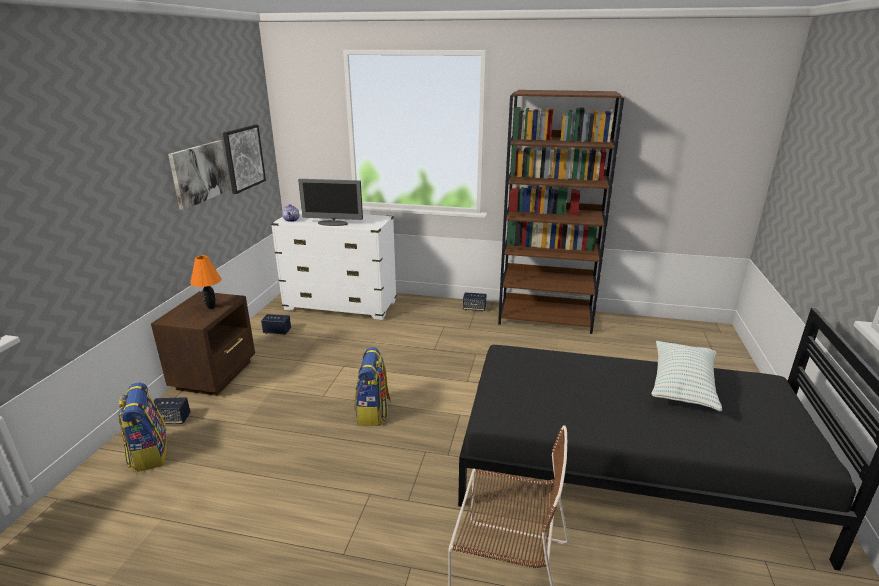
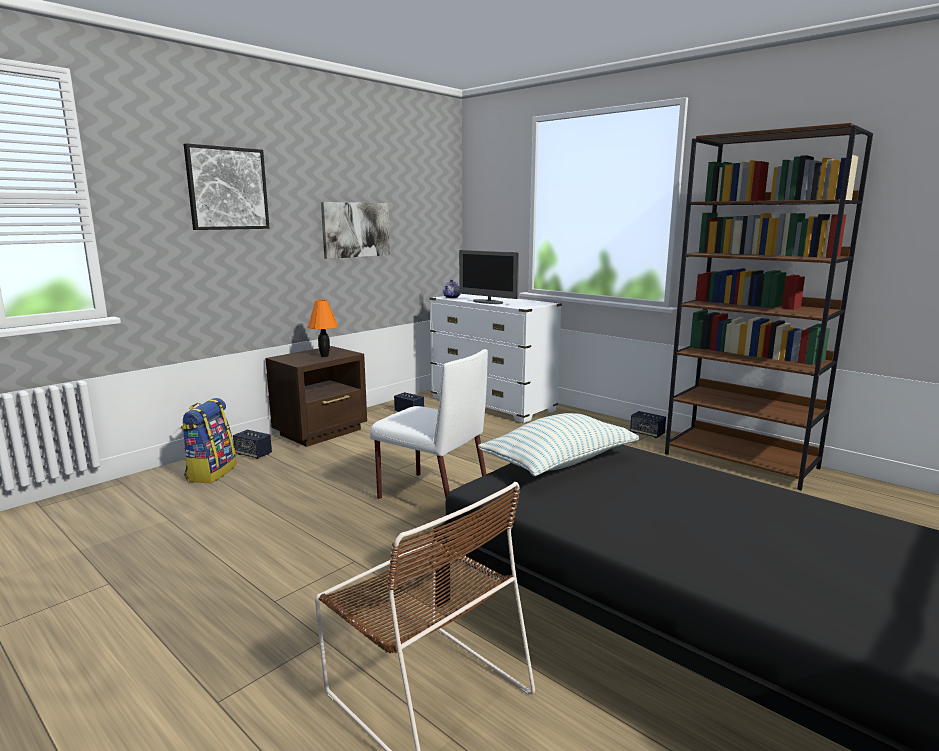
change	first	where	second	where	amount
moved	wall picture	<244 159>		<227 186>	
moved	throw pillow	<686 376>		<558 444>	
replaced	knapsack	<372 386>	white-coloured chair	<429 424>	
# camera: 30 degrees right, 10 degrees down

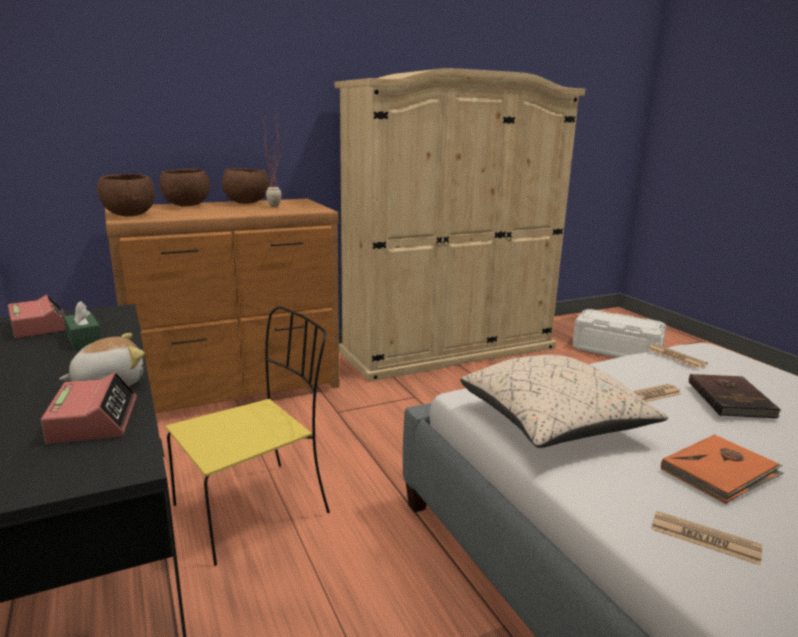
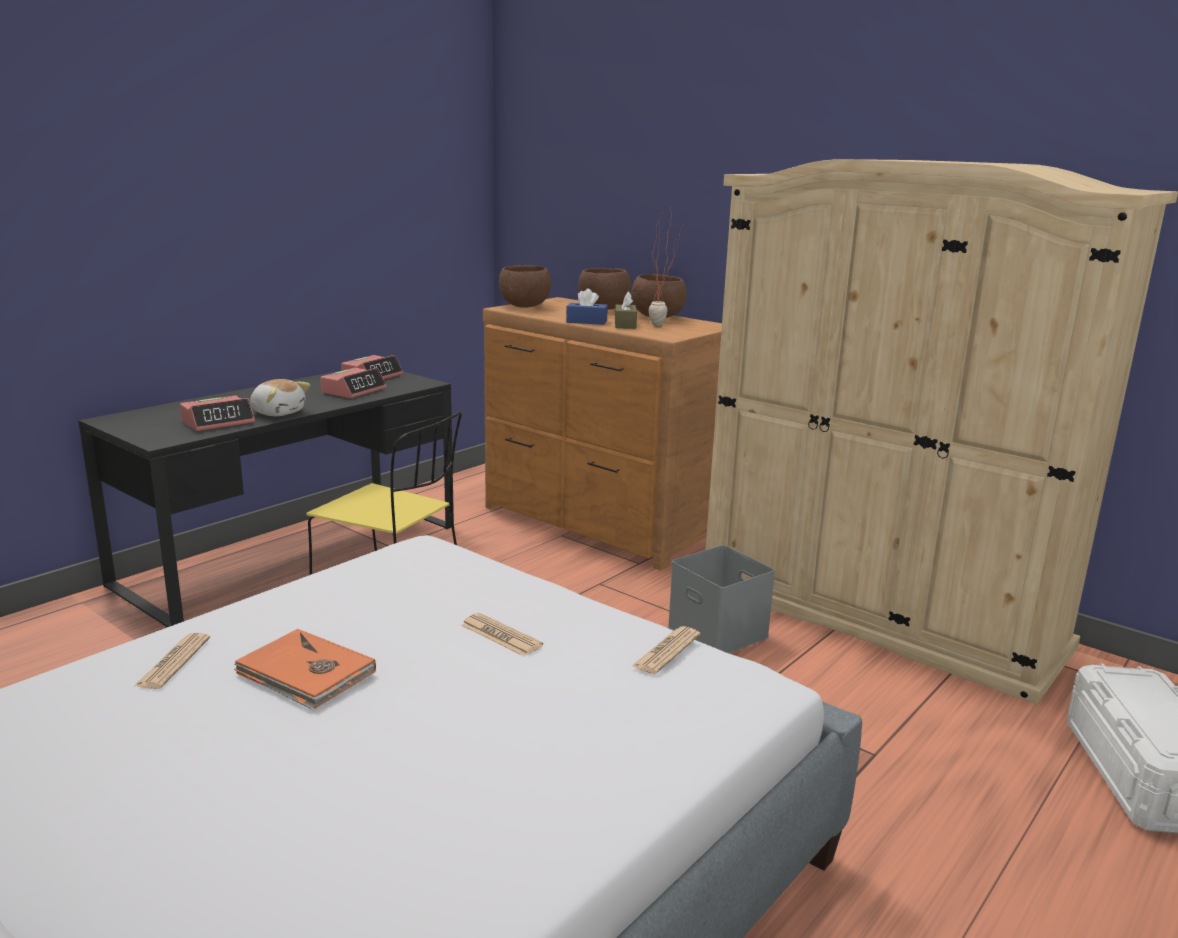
change	first	where	second	where	amount
removed	sand-coloured throw pillow	<564 401>			
removed	brownish book	<735 396>			
added			blue tissue holder	<587 307>	
added			brownish tissue holder	<626 310>	
added			grey storage container	<721 599>	
replaced	green tissue holder	<83 325>	alarm clock	<353 383>	
# camera: 65 degrees right, 0 degrees up

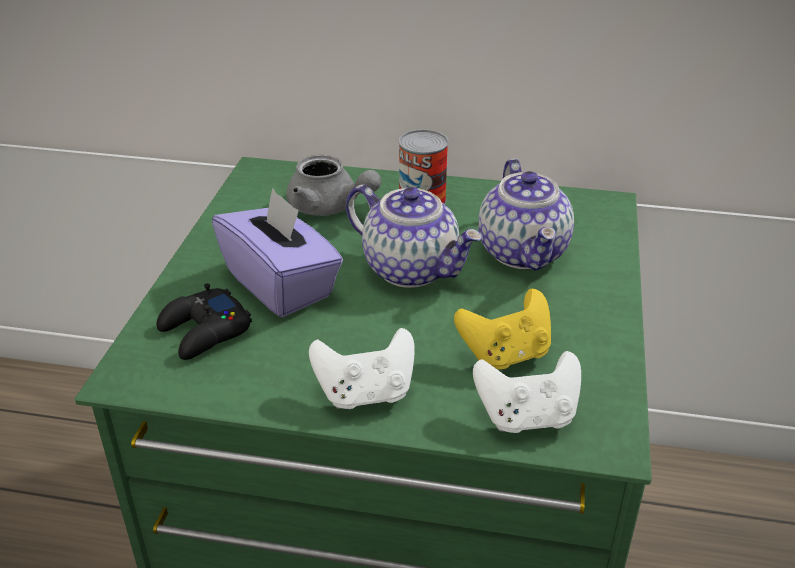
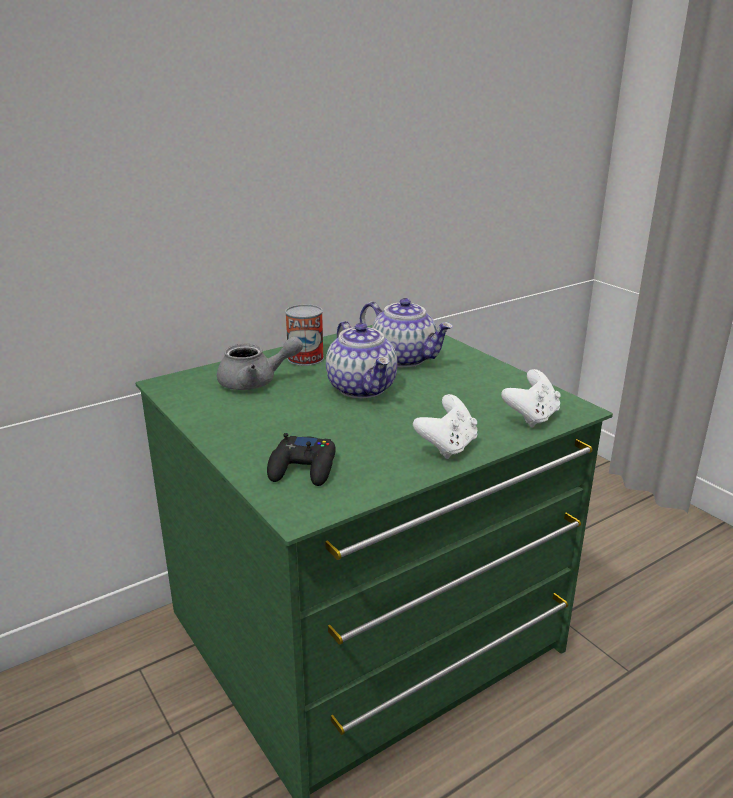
change	first	where	second	where	amount
removed	purple tissue holder	<277 252>			
removed	yellow game controller	<502 329>			
turned	teapot	<414 236>		<361 359>	75 degrees clockwise
# camera: 45 degrees left, 10 degrees down

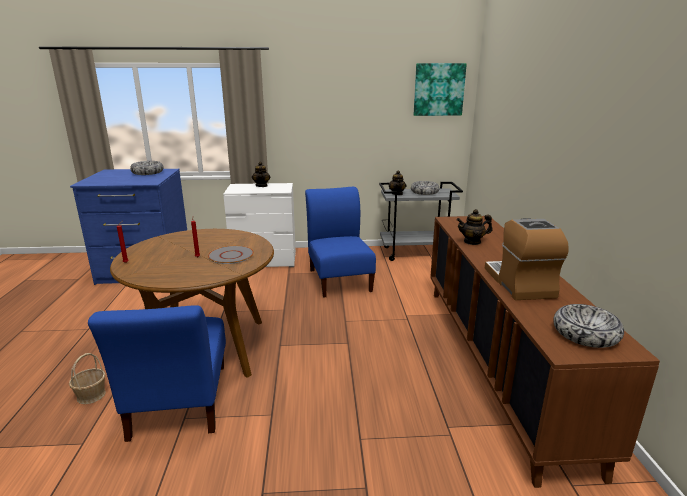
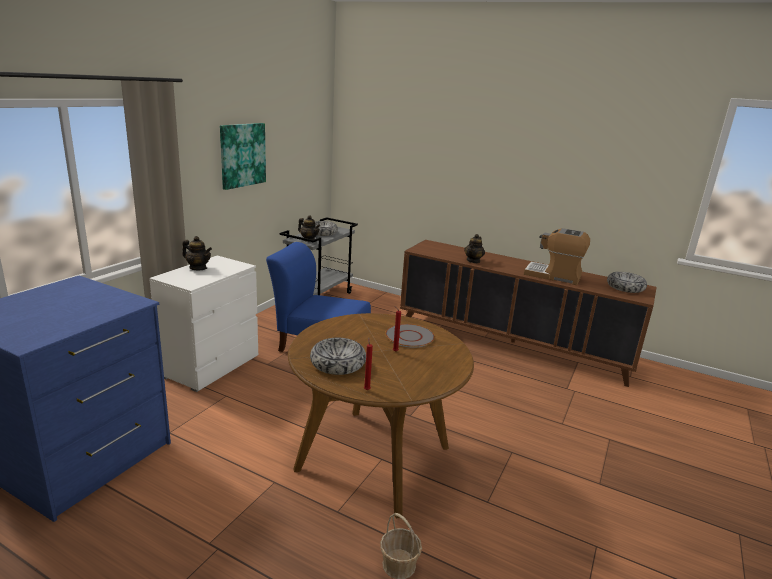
change	first	where	second	where	amount
removed	blue chair	<157 373>			
moved	bowl	<147 168>		<338 356>	
moved	wall picture	<440 89>		<243 156>	
# camera: 60 degrees left, 0 degrees up

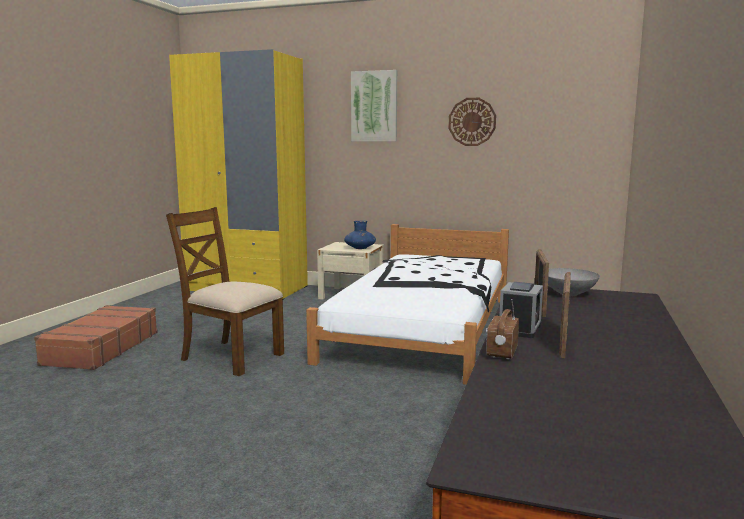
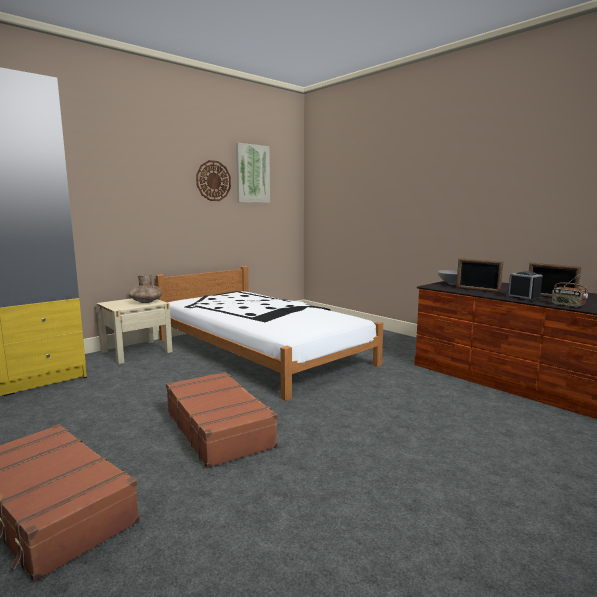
change	first	where	second	where	amount
moved	wall picture	<374 106>		<253 173>	
replaced	brownish chair	<225 291>	brownish suitcase	<222 420>	
recoloured	blue flower vase	<360 235>	brownish flower vase	<145 288>	
# camera: 60 degrees left, 0 degrees up

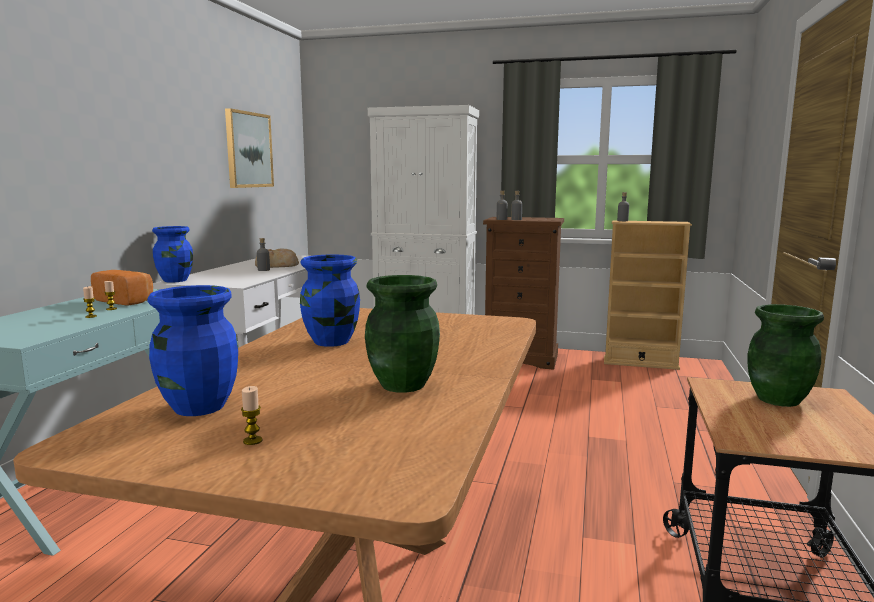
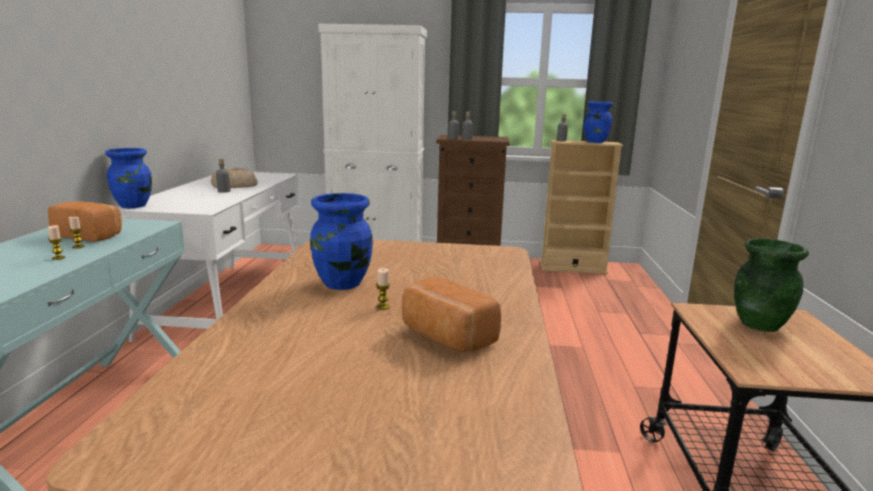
change	first	where	second	where	amount
removed	wall picture	<249 148>			
moved	blue flower vase	<193 350>		<598 122>	
moved	wax light	<252 415>		<383 289>	
replaced	green flower vase	<402 334>	bread	<451 315>	
# camera: 10 degrees left, 5 degrees up

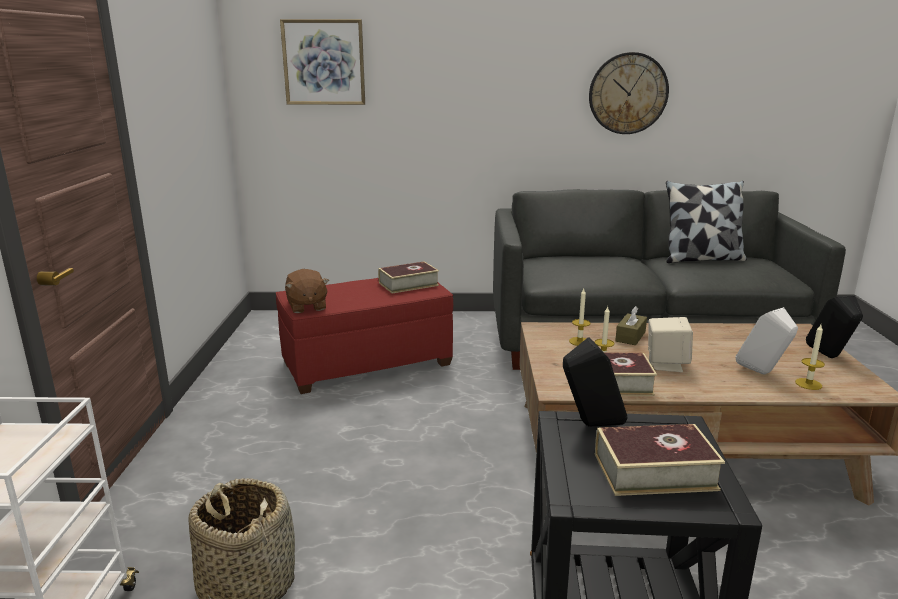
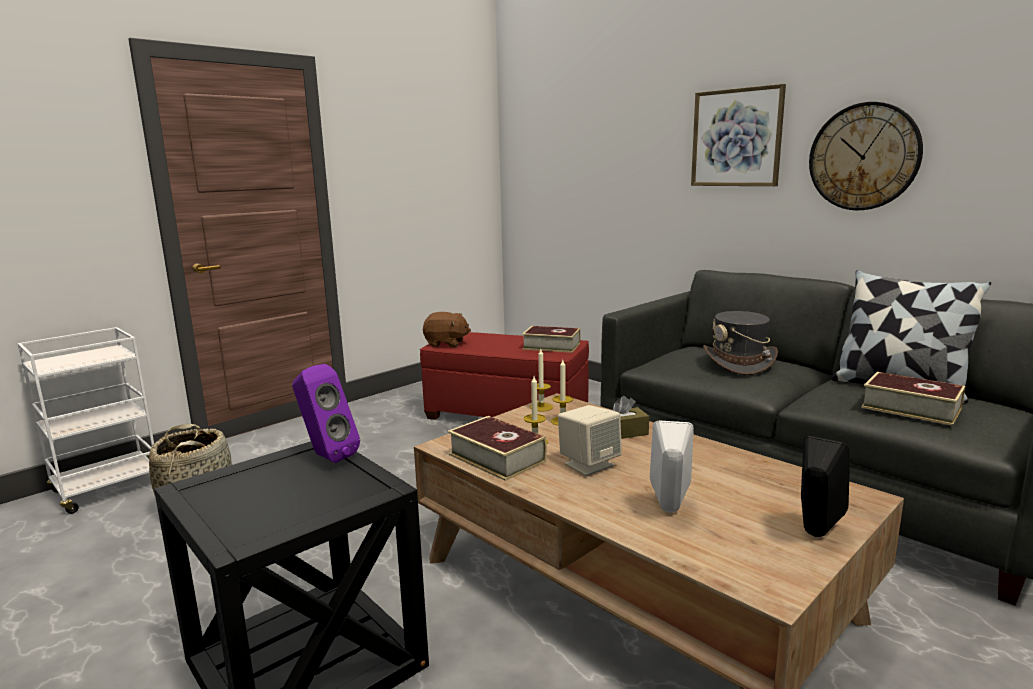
change	first	where	second	where	amount
added			grey clothing hat	<740 343>	
moved	wall picture	<322 62>		<738 135>	
moved	book	<660 460>		<913 399>	
moved	wax light	<810 357>		<541 380>	
recoloured	black speaker	<595 382>	purple speaker	<326 413>	
turned	brownish soft toy	<307 291>		<447 329>	105 degrees counterclockwise
# camera: 45 degrees right, 5 degrees down

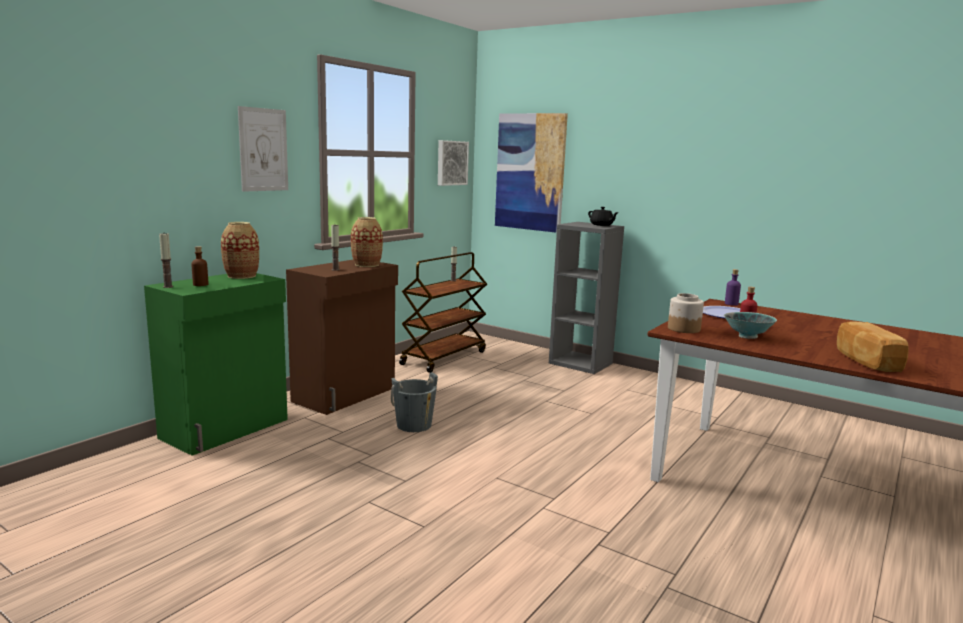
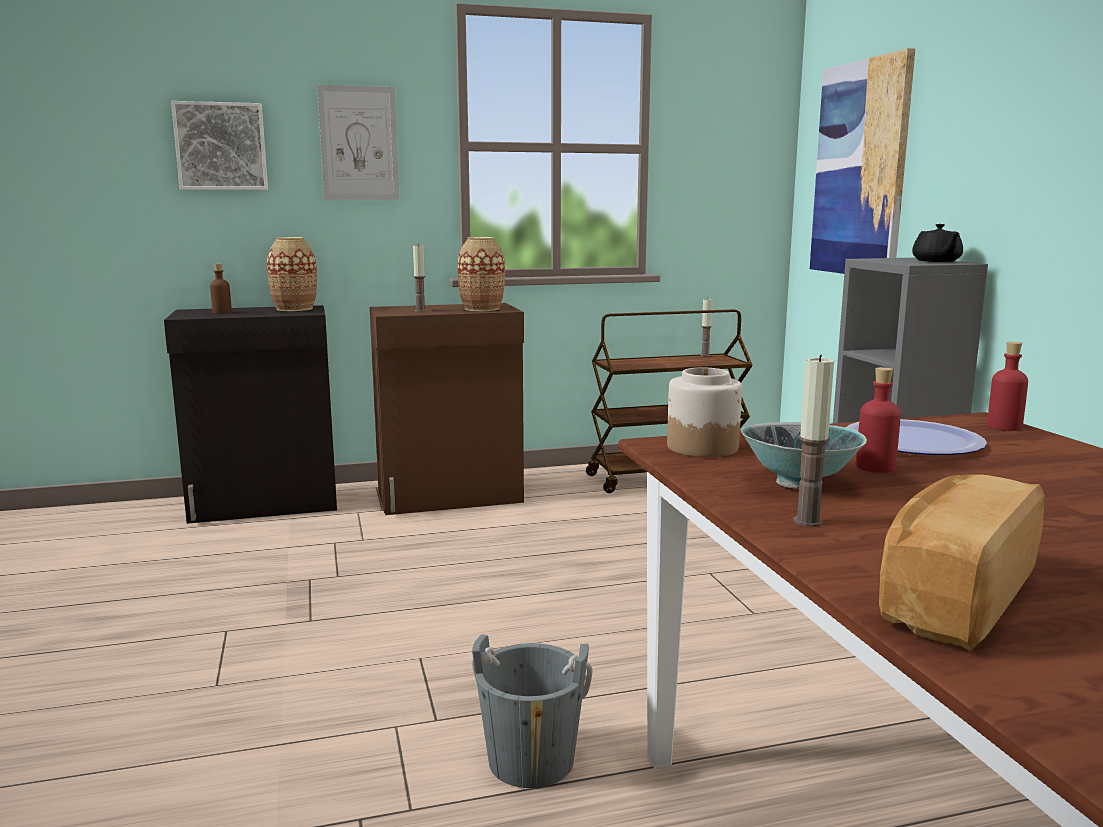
change	first	where	second	where	amount
moved	wax light	<166 260>		<813 441>	
moved	grey pail	<414 402>		<532 711>	
moved	wall picture	<453 163>		<219 145>	
recoloured	green cabinet	<216 364>	black cabinet	<250 414>	
recoloured	purple drink bottle	<733 287>	reddish drink bottle	<1007 386>	
# camera: 40 degrees right, 0 degrees up

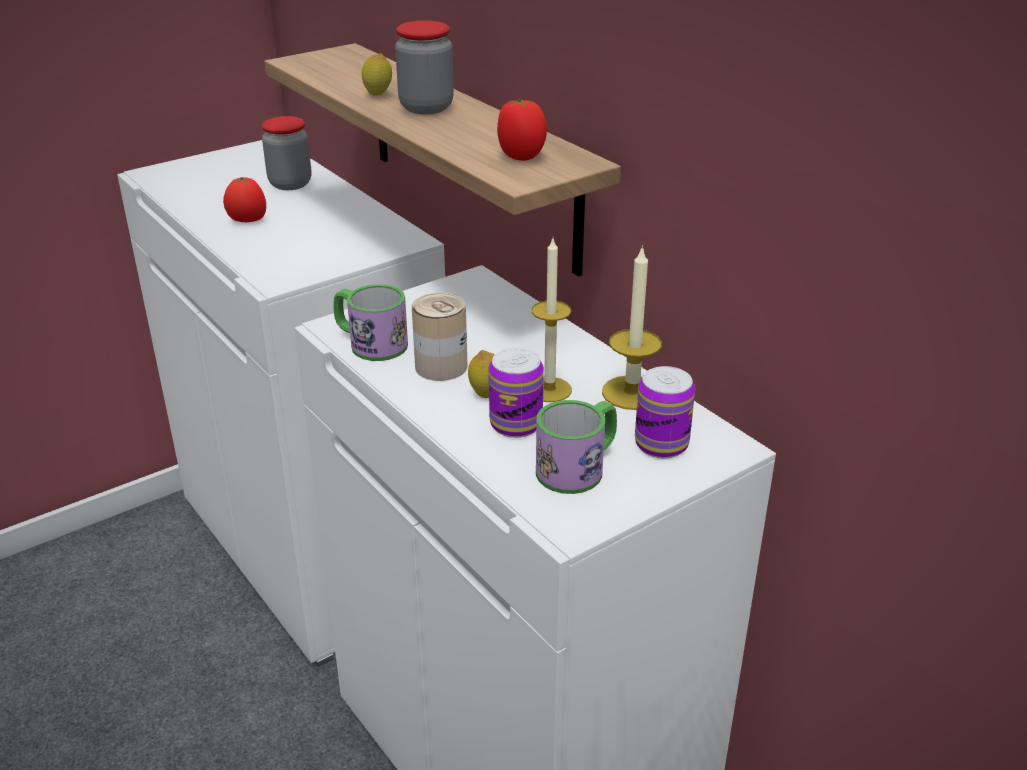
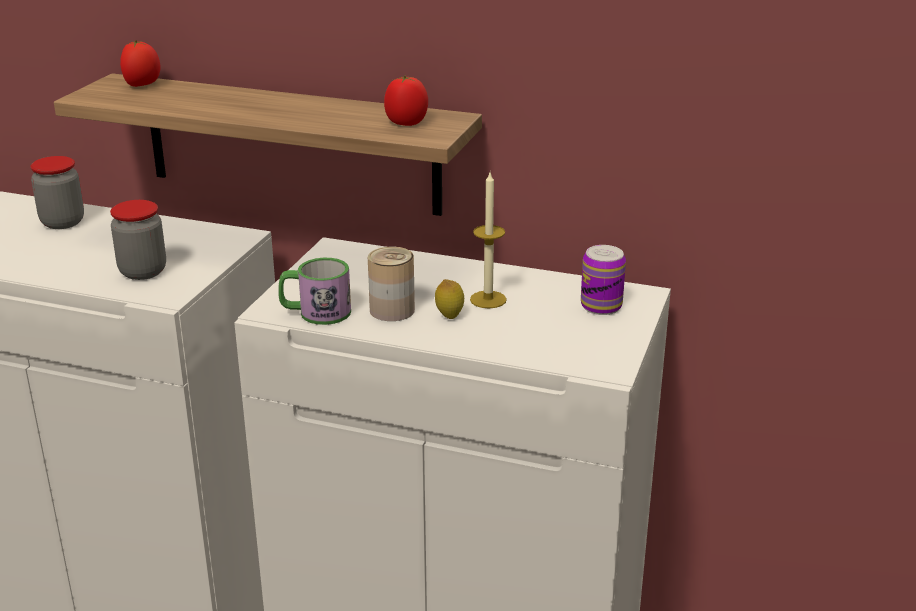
change	first	where	second	where	amount
removed	lemon	<377 74>			
removed	can	<516 393>			
removed	mug	<576 447>			
removed	wax light	<632 327>			
moved	tomato	<244 199>		<140 63>	
moved	storage jar	<424 67>		<138 240>	
# camera: 35 degrees left, 5 degrees down

